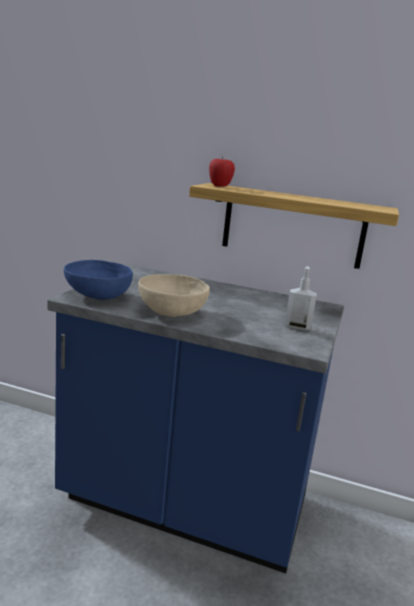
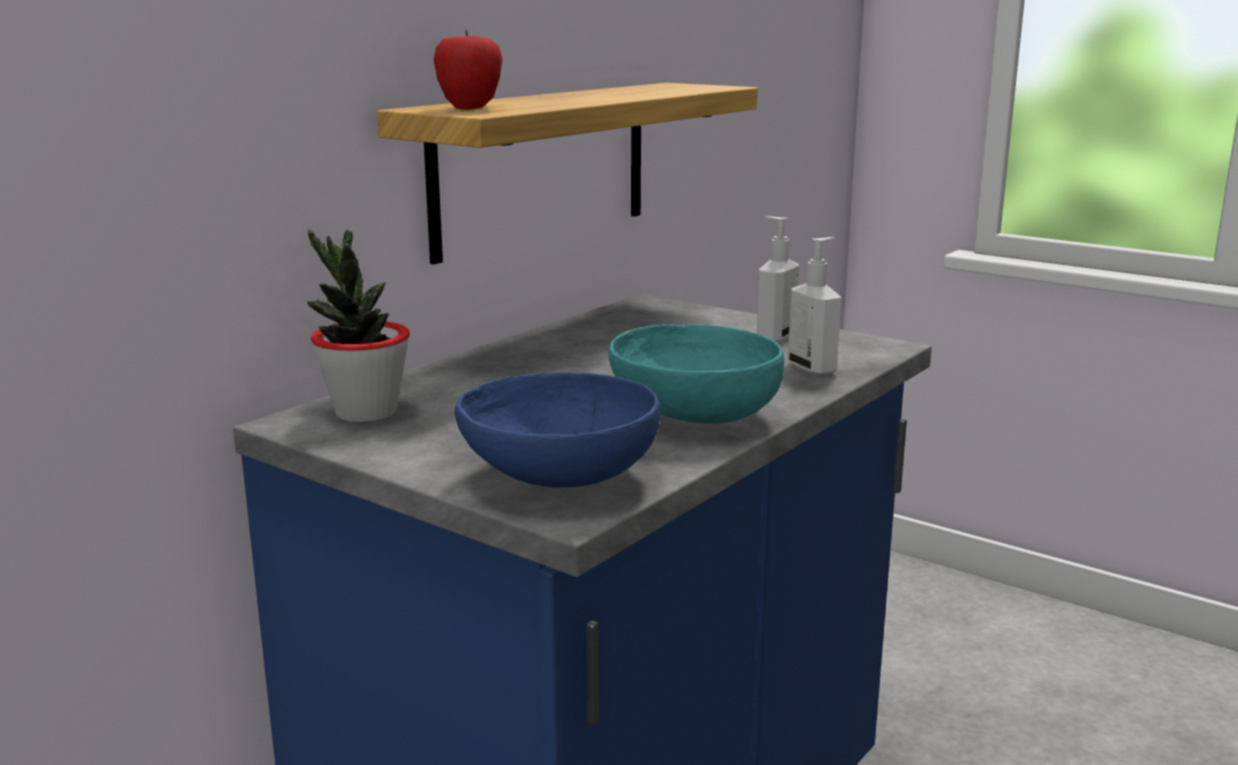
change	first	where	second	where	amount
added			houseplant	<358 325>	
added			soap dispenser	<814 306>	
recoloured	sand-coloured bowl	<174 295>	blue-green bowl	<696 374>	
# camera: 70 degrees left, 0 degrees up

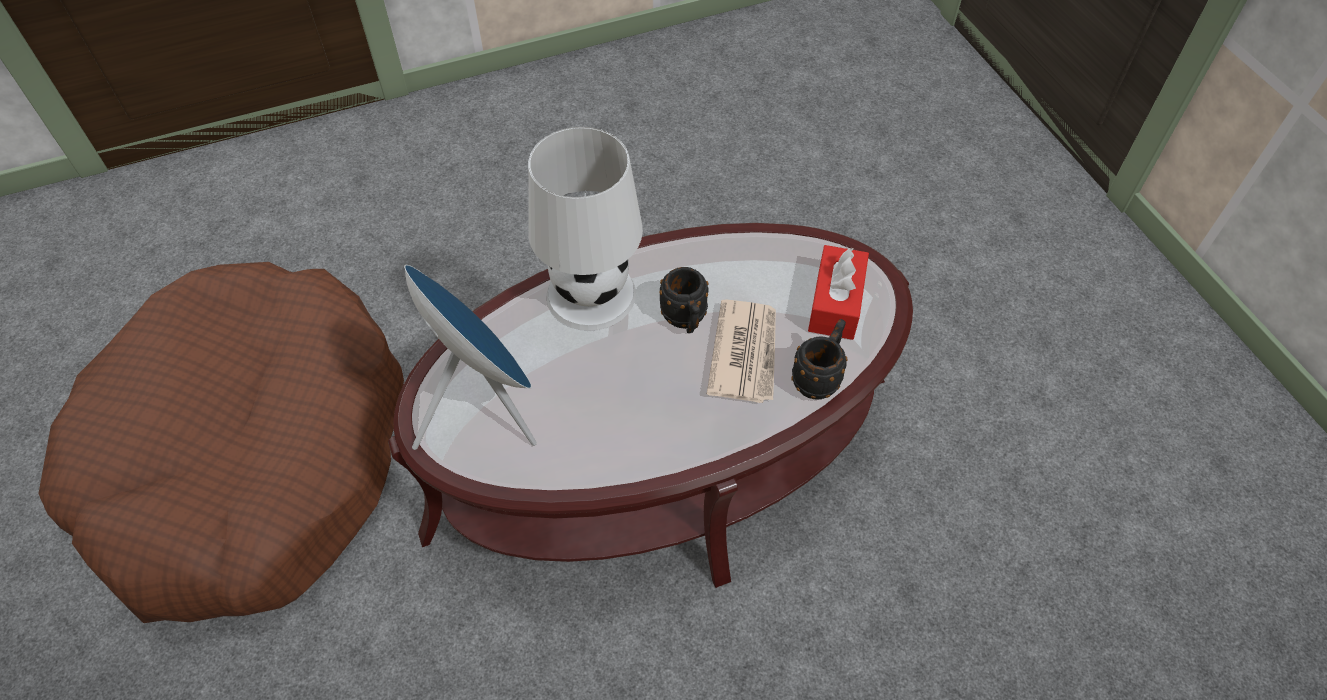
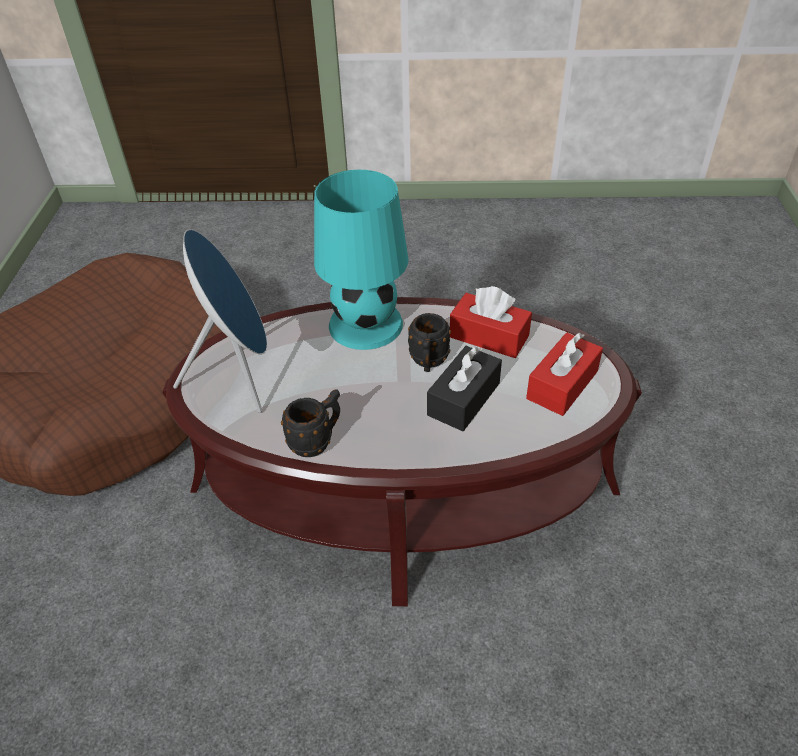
change	first	where	second	where	amount
added			reddish tissue holder	<491 322>	
moved	black mug	<819 359>		<310 423>	
replaced	printed paper	<741 351>	black tissue holder	<464 388>	
recoloured	white-coloured lamp for a table	<585 228>	blue-green lamp for a table	<361 260>	
# camera: 25 degrees right, 10 degrees down

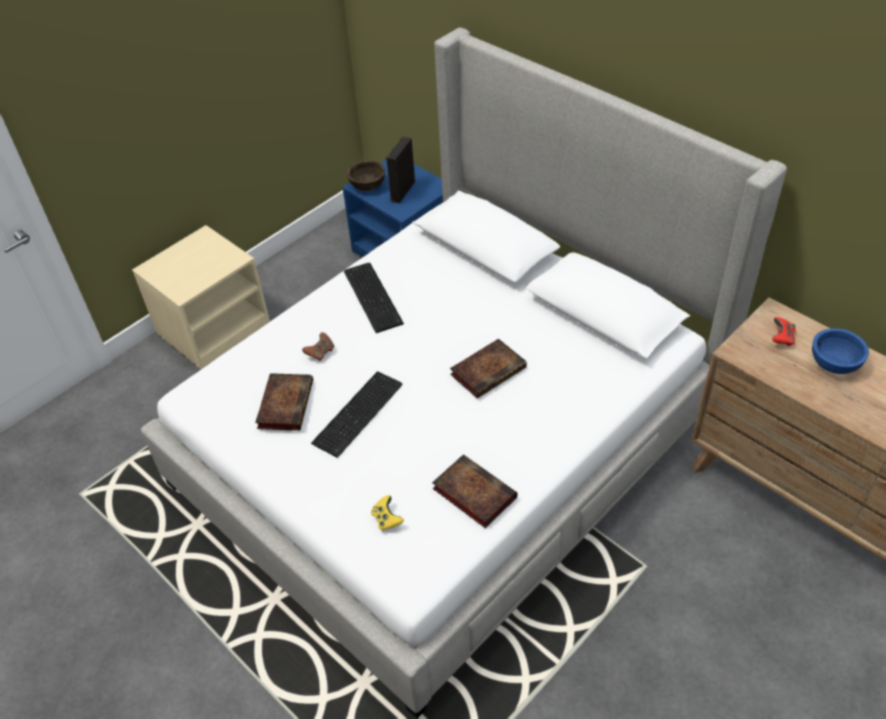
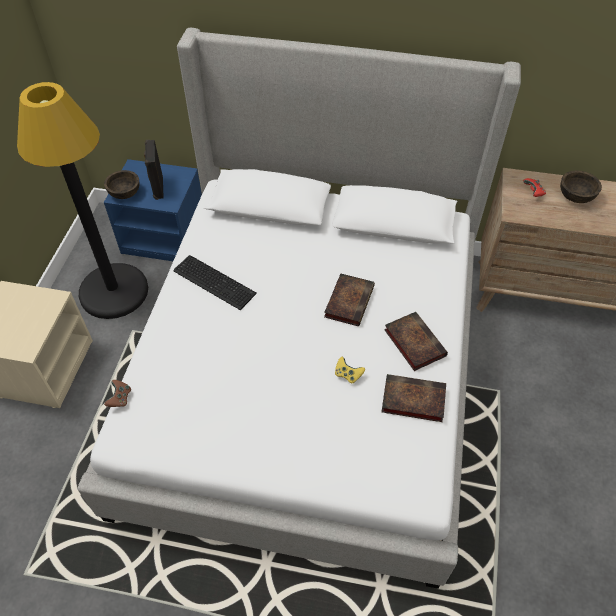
change	first	where	second	where	amount
removed	PC keyboard	<357 415>			
added			black standing lamp	<82 200>	
moved	book	<284 402>		<416 341>	
moved	brownish game controller	<318 346>		<117 393>	
moved	yellow game controller	<387 512>		<350 370>	
recoloured	blue bowl	<840 351>	brownish bowl	<581 187>	
# camera: 35 degrees left, 5 degrees up

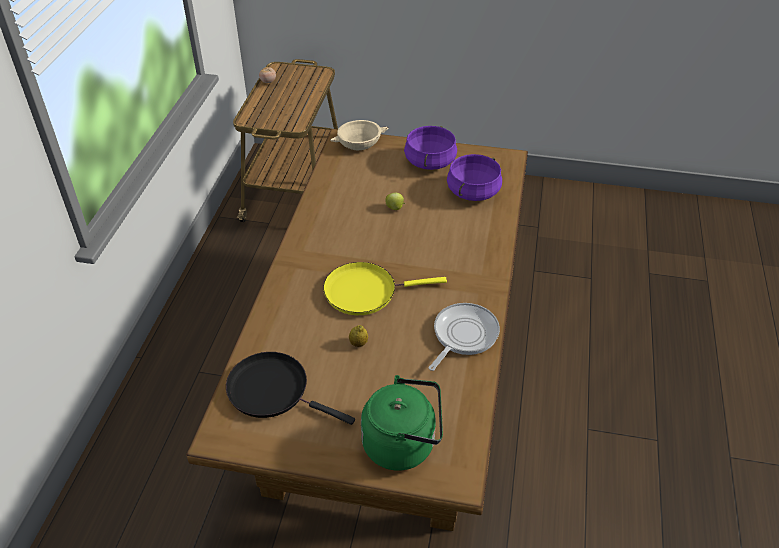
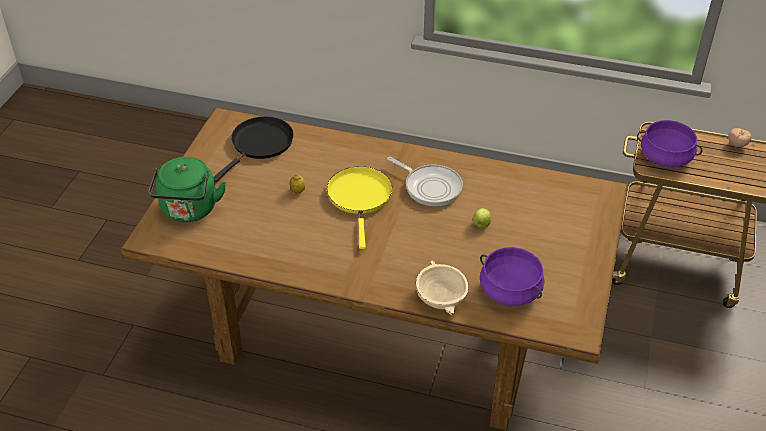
change	first	where	second	where	amount
moved	sand-coloured bowl	<359 135>		<442 287>	
moved	purple stockpot	<430 148>		<669 143>	
moved	pan	<464 337>		<425 181>	
# camera: 95 degrees right, 0 degrees up

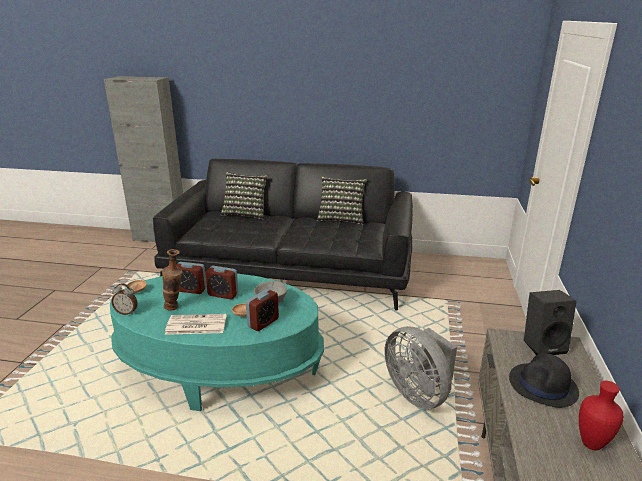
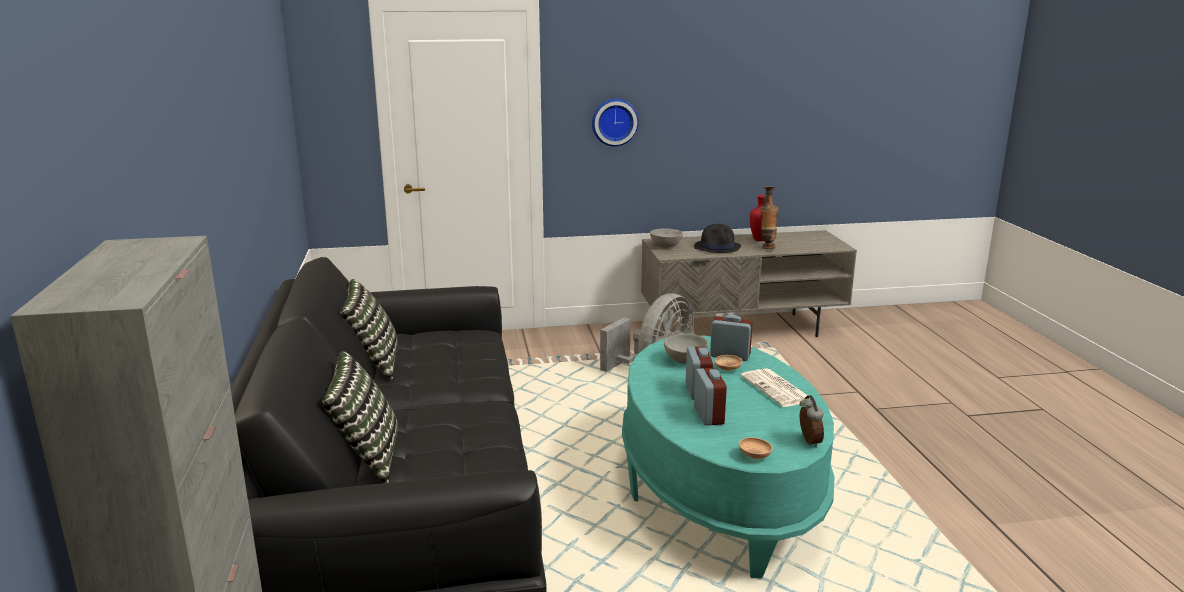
change	first	where	second	where	amount
added			hanging clock	<615 122>	
moved	flower vase	<172 280>		<769 217>	
replaced	black speaker	<550 322>	grey bowl	<666 238>	
# camera: 110 degrees left, 5 degrees down

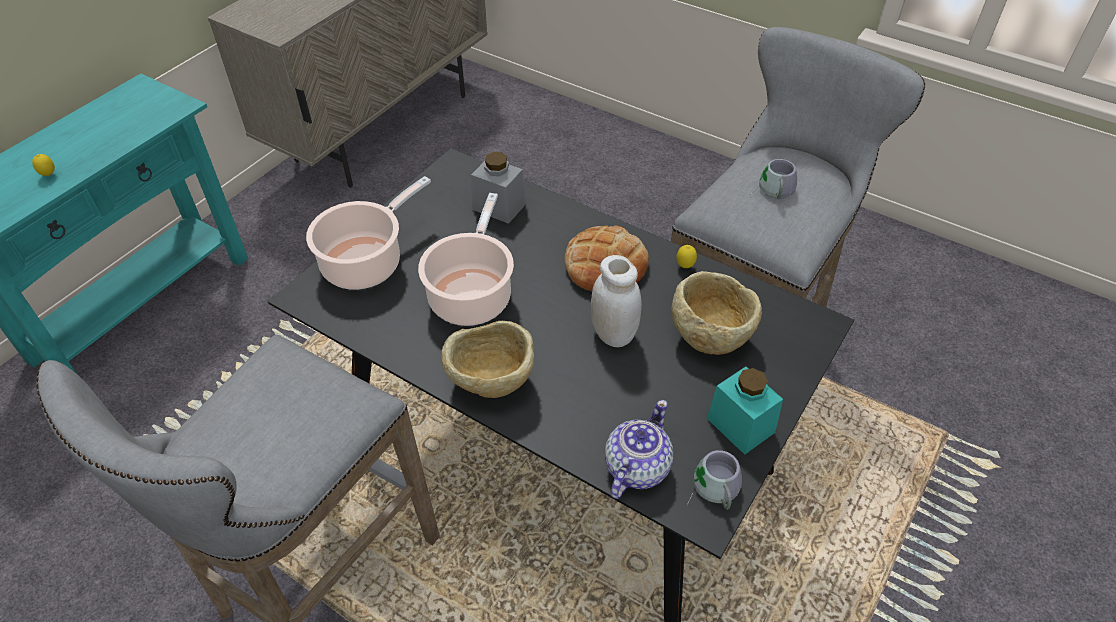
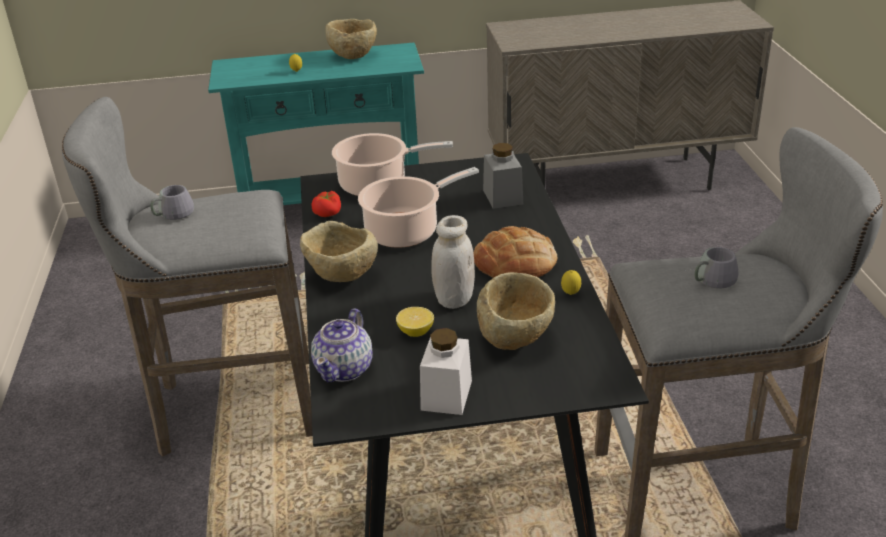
change	first	where	second	where	amount
added			tomato	<326 204>	
added			sand-coloured bowl	<351 39>	
added			lemon	<415 322>	
moved	grey mug	<714 480>		<172 202>	
recoloured	blue-green storage jar	<745 411>	white-coloured storage jar	<446 371>	
turned	teapot	<639 449>		<342 345>	120 degrees clockwise
# camera: 50 degrees right, 15 degrees down

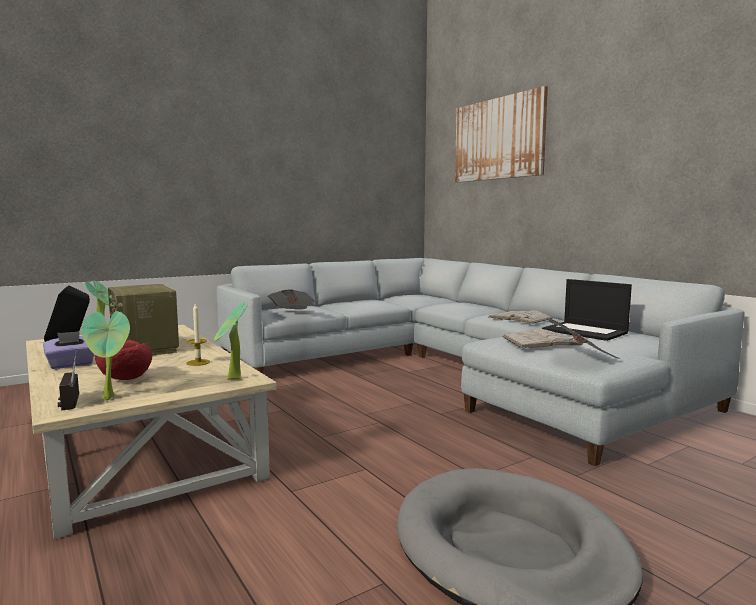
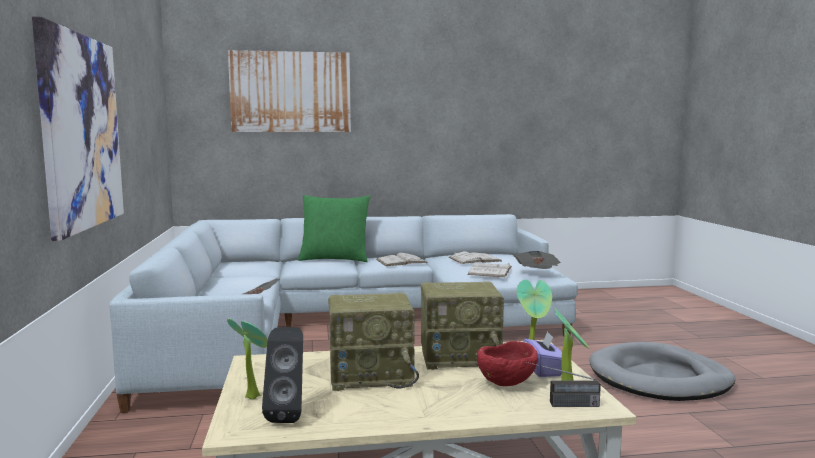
change	first	where	second	where	amount
added			wall picture	<78 128>	
added			green throw pillow	<334 228>	
moved	purple tissue holder	<68 350>		<542 354>	
replaced	wax light	<198 334>	radio set	<462 326>	
replaced	notebook computer	<587 310>	white-coloured book	<475 257>	
# camera: 65 degrees left, 0 degrees up

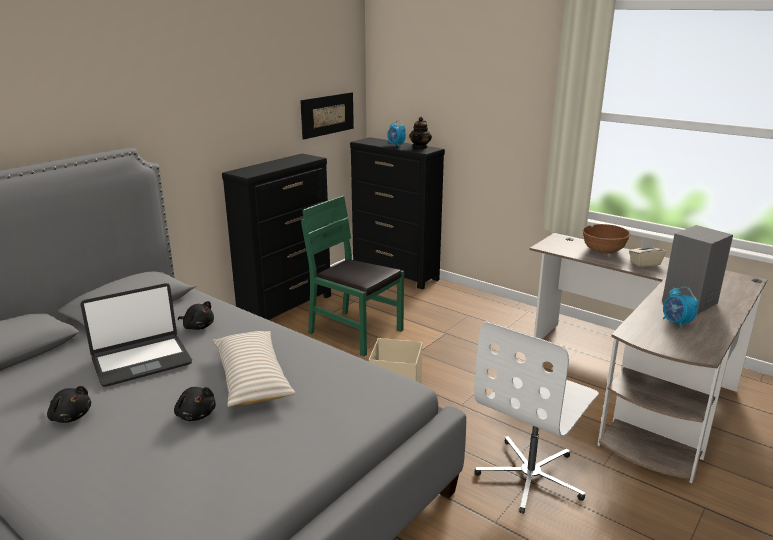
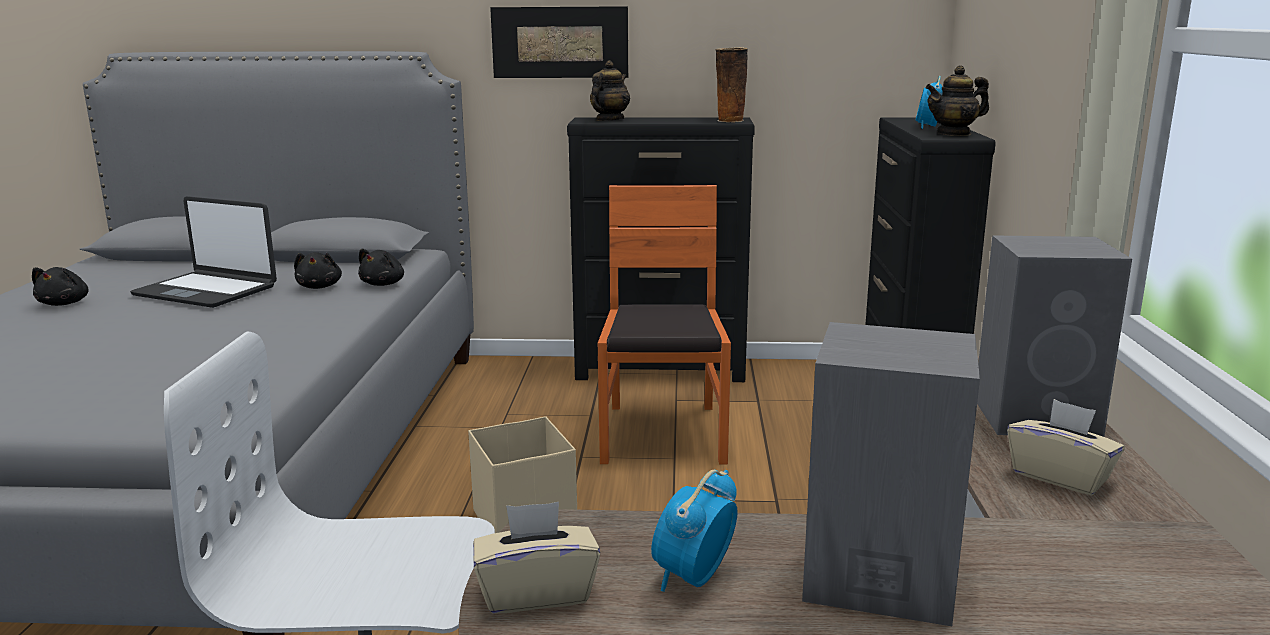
change	first	where	second	where	amount
removed	sand-coloured throw pillow	<254 369>			
added			sand-coloured tissue holder	<536 558>	
added			teapot	<610 90>	
added			flower vase	<732 84>	
moved	black soft toy	<195 404>		<381 267>	
moved	wall picture	<327 116>		<559 42>	
replaced	brownish bowl	<606 239>	grey speaker	<1054 336>	
recoloured	green chair	<352 276>	orange-coloured chair	<664 324>	
# camera: 55 degrees right, 5 degrees down

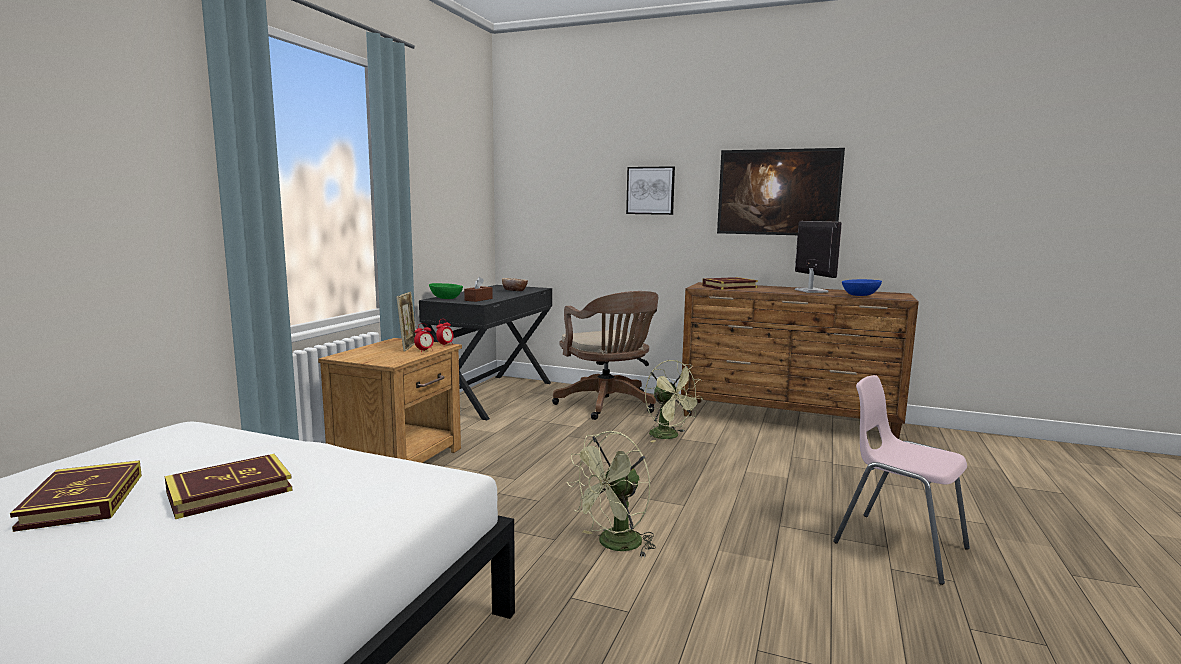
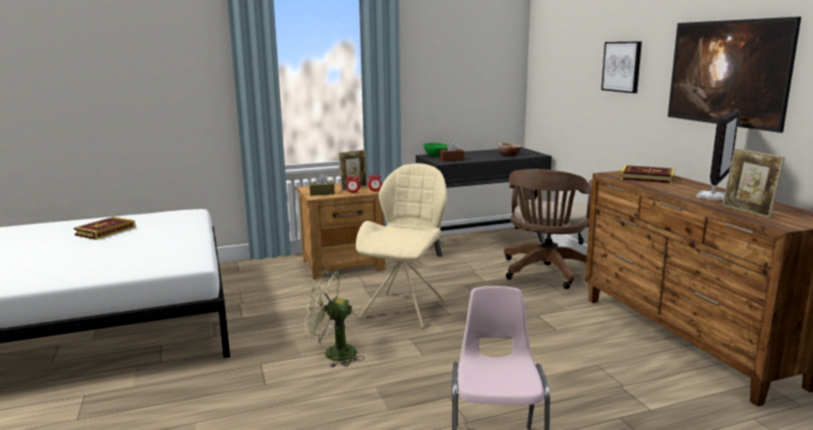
change	first	where	second	where	amount
removed	book	<229 486>			
removed	green fan	<674 401>			
added			brownish tissue holder	<322 184>	
added			sand-coloured chair	<401 245>	
replaced	blue bowl	<862 287>	standing frame	<753 183>	
# camera: 50 degrees right, 5 degrees up

